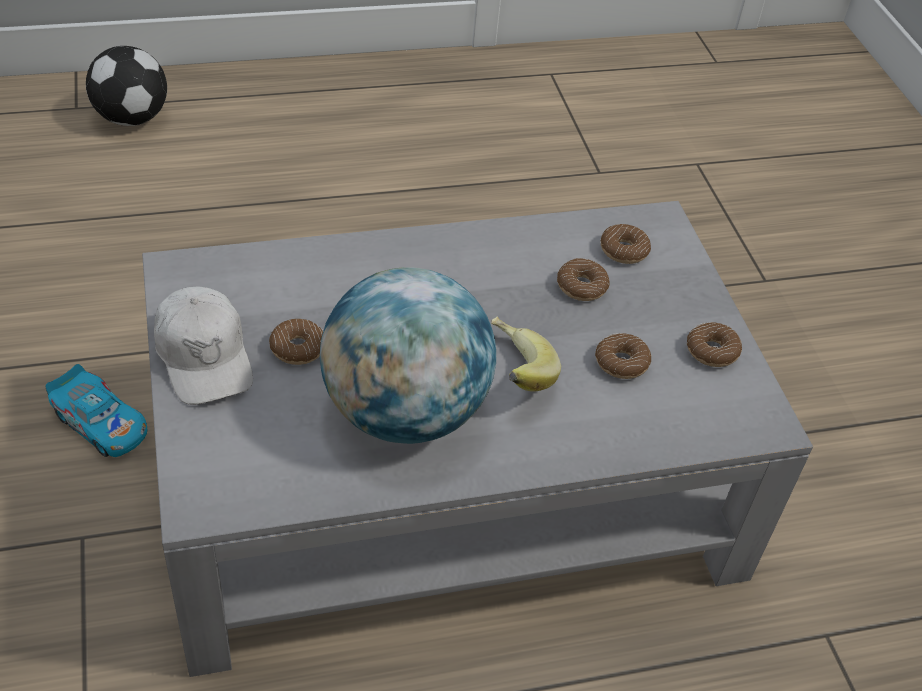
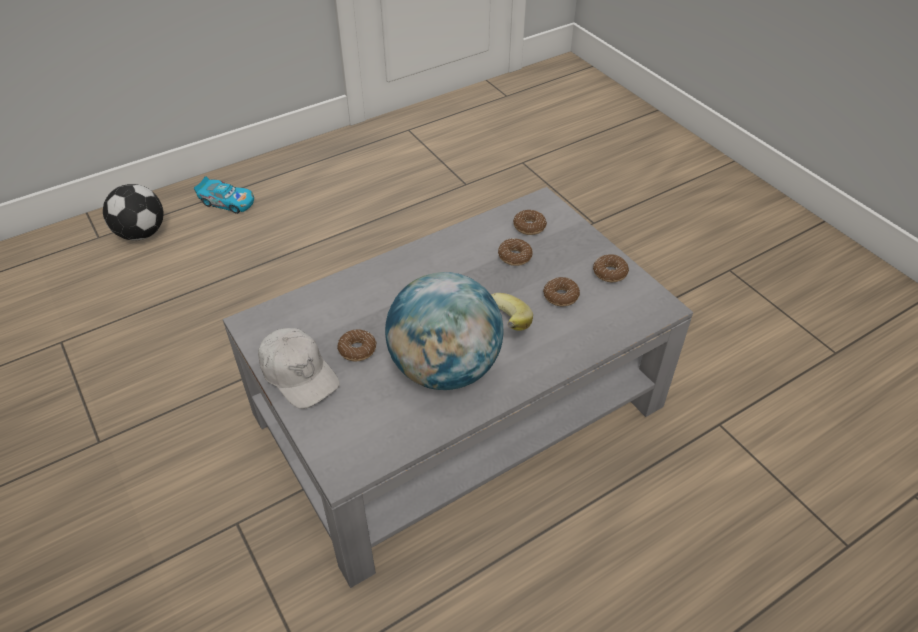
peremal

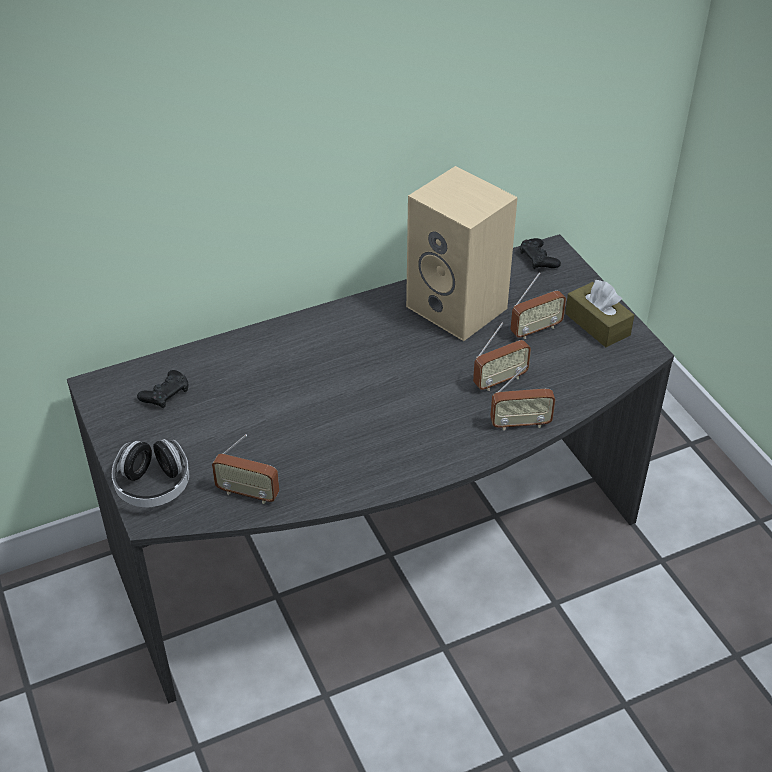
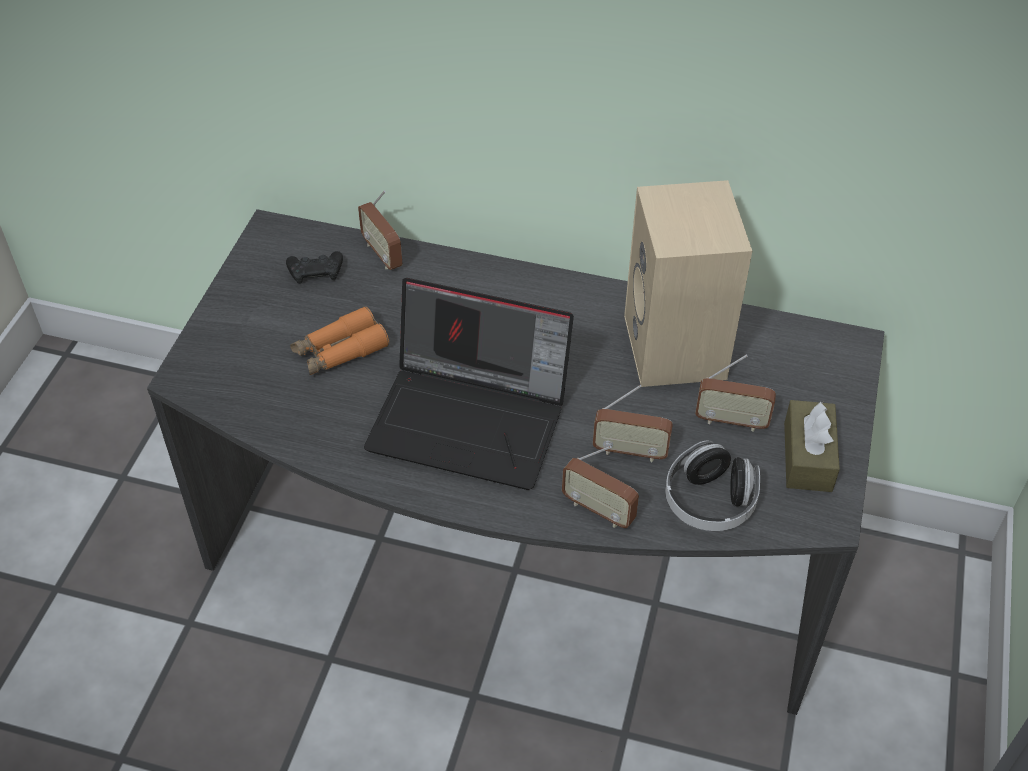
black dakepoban (2nd from left in the first image); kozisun (1st from left); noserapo; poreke; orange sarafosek

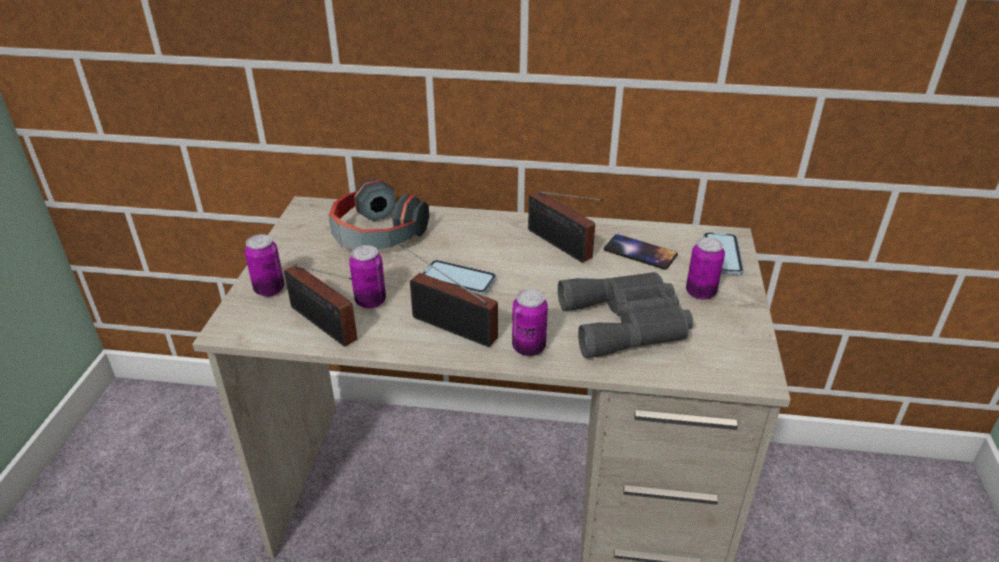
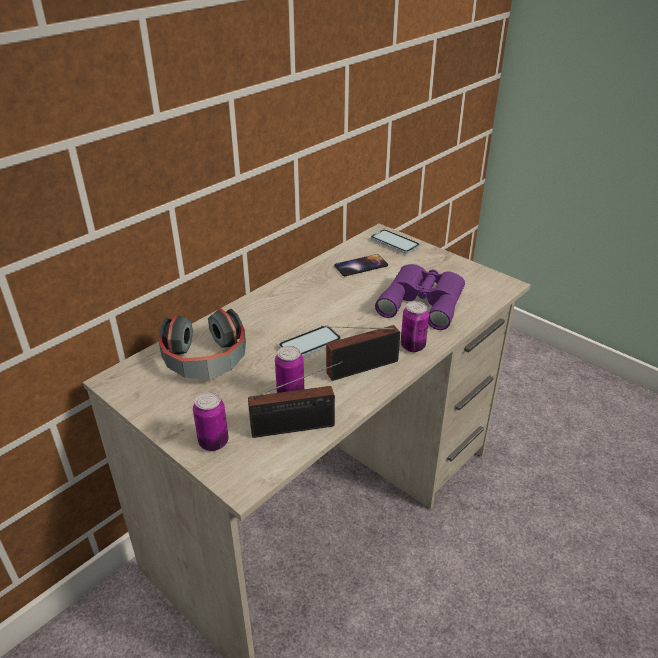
kozisun (3rd from left in the first image); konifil (4th from left in the first image); purple sarafosek

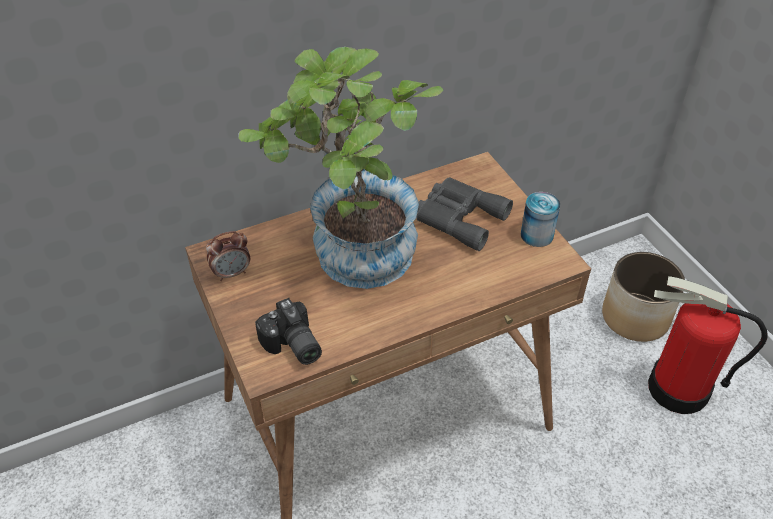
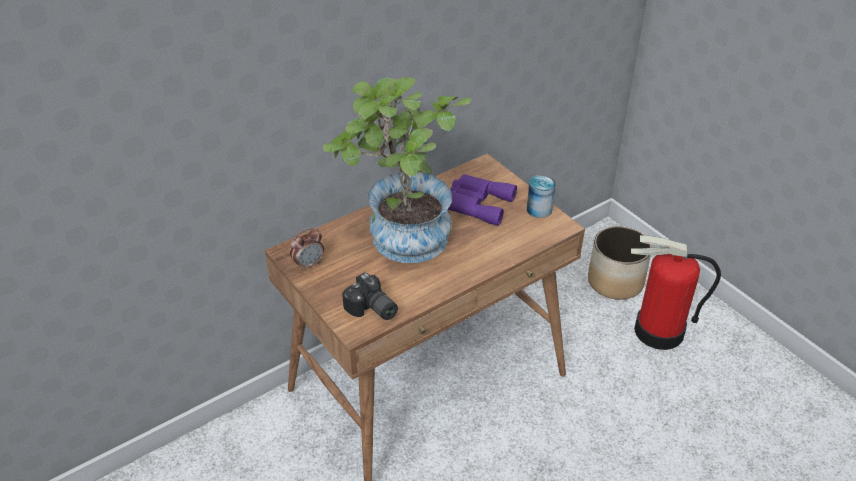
purple sarafosek

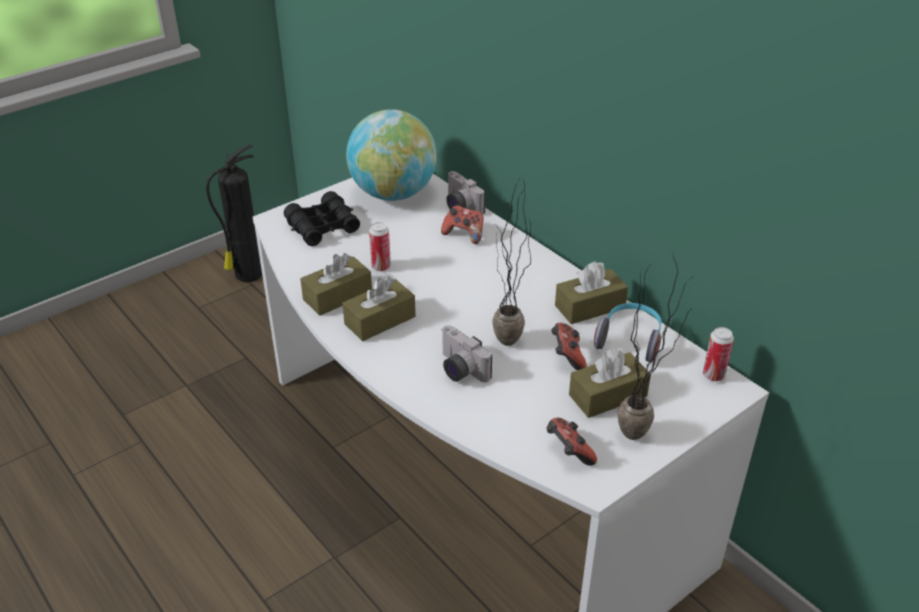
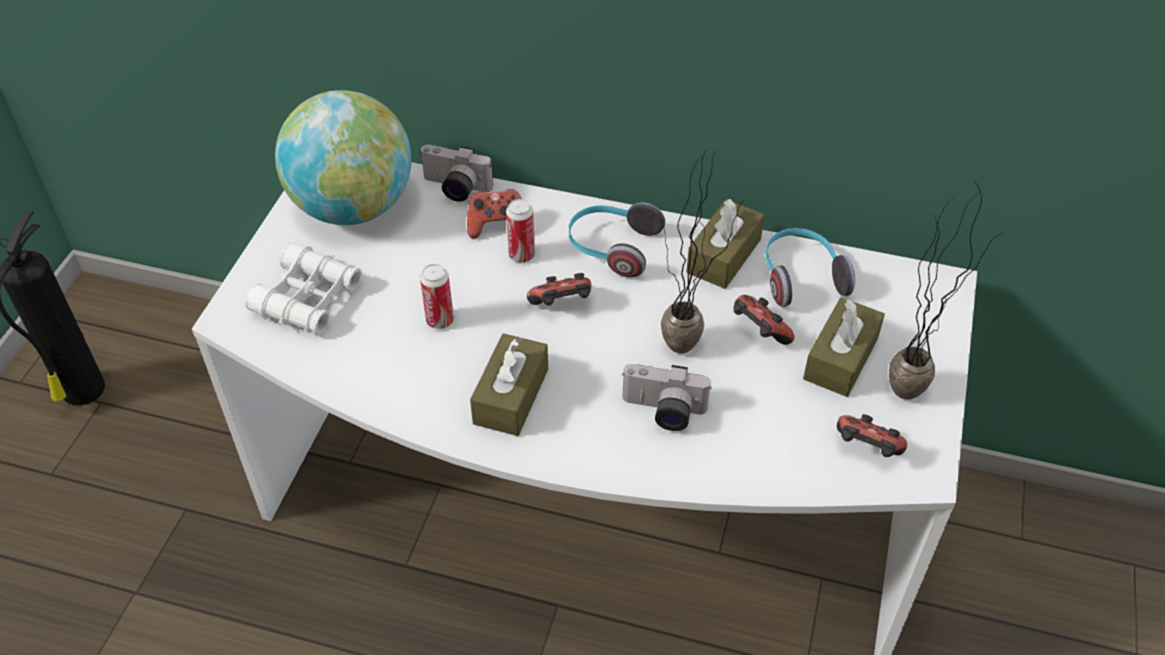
white sarafosek; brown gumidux (1st from left in the first image); konifil (2nd from left); noserapo (1st from left); dakepoban (2nd from left)

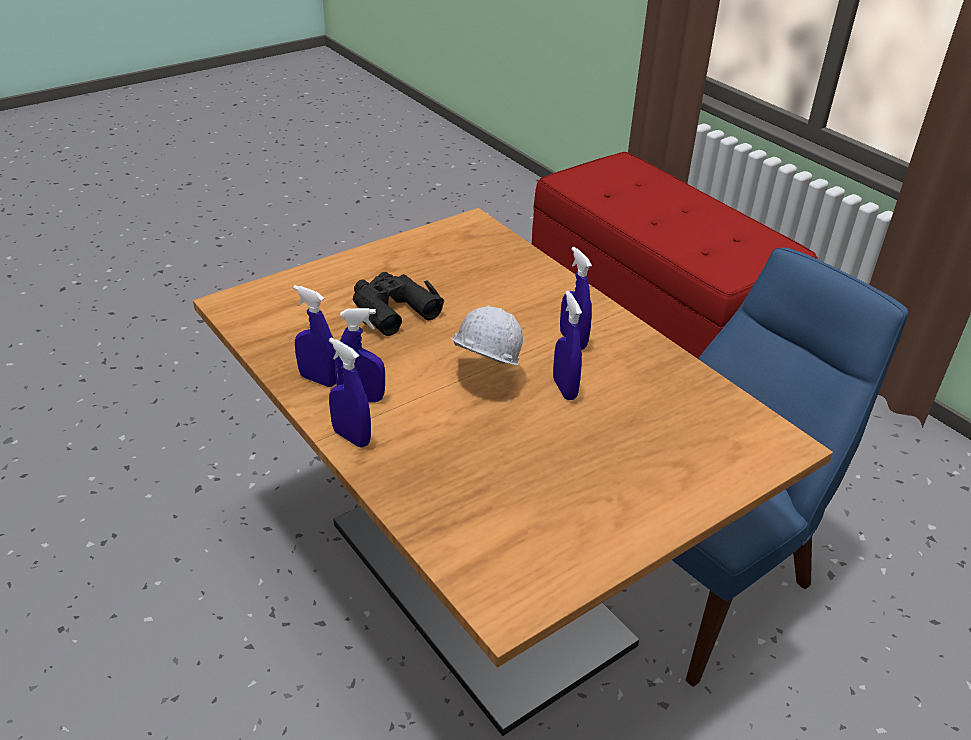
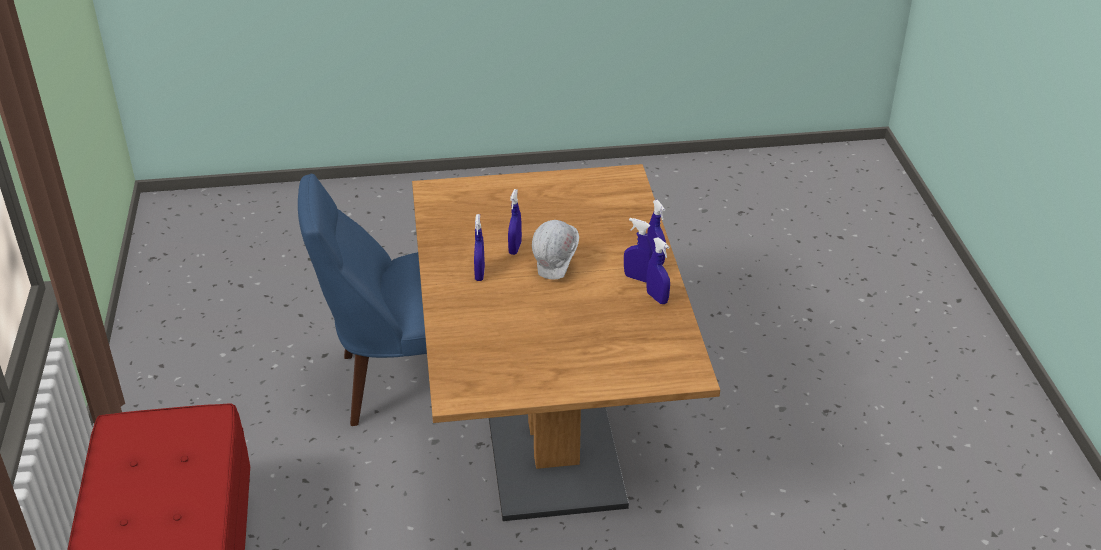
black sarafosek

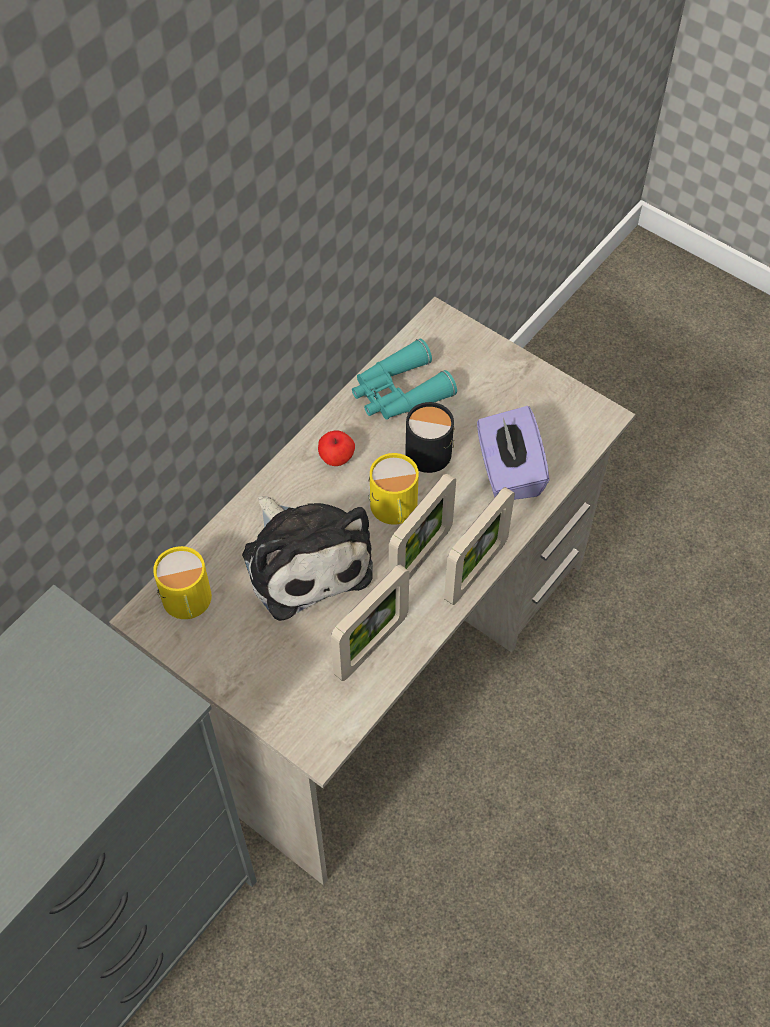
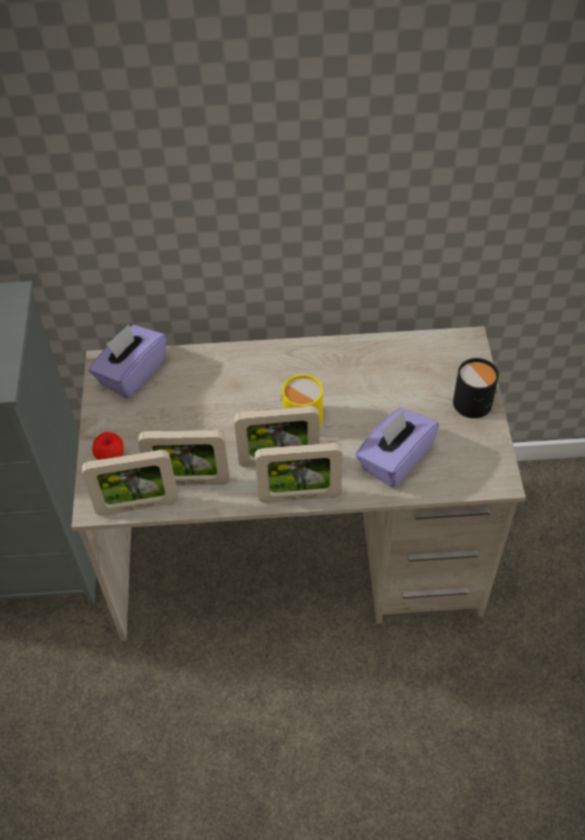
turquoise sarafosek; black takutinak; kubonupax; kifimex; purple gumidux (1st from left); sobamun (1st from left)

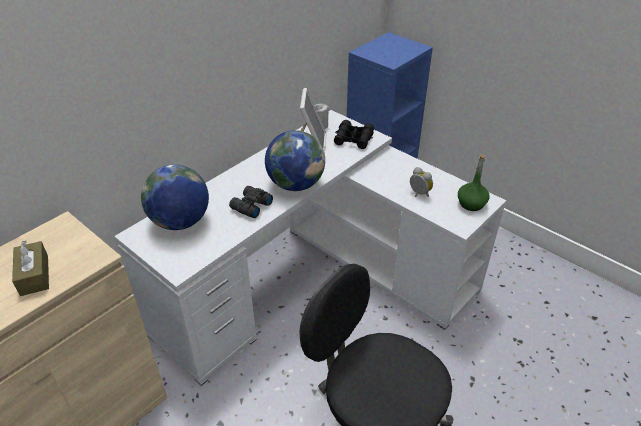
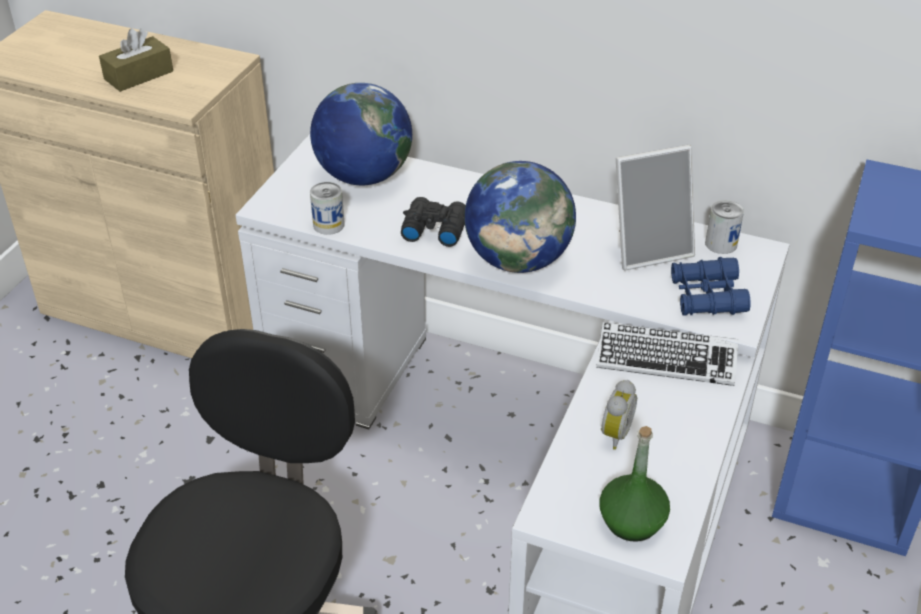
blue sarafosek; konifil (1st from left); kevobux

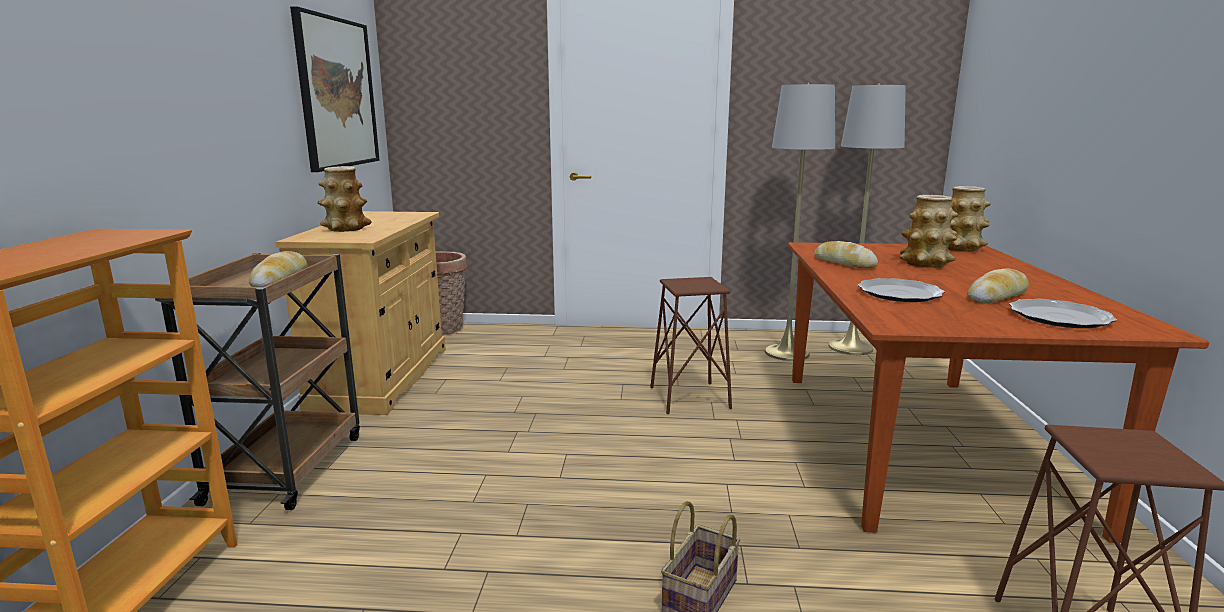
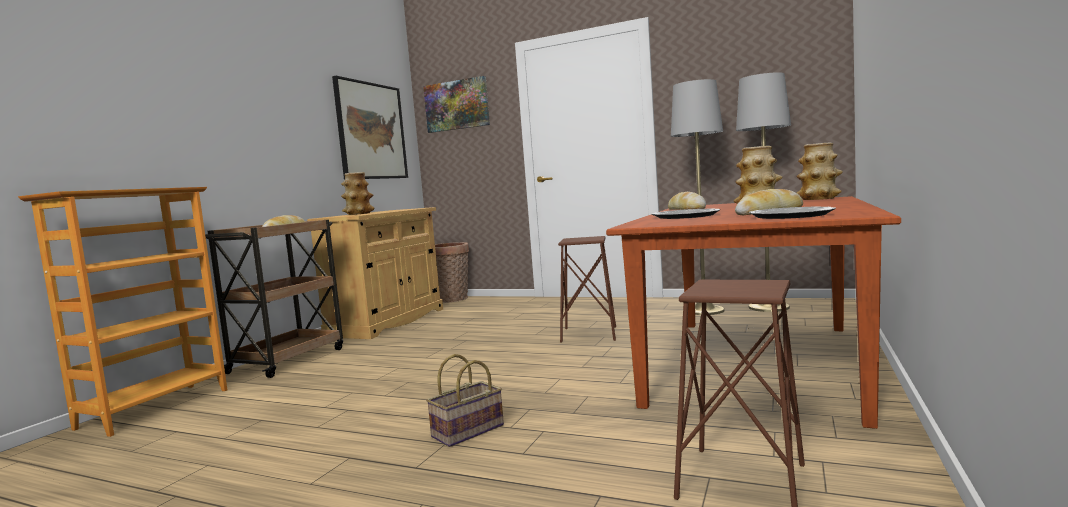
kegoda (2nd from left)

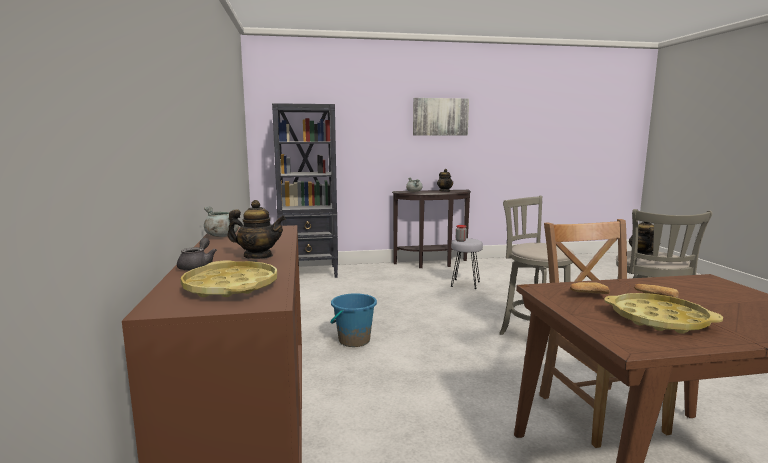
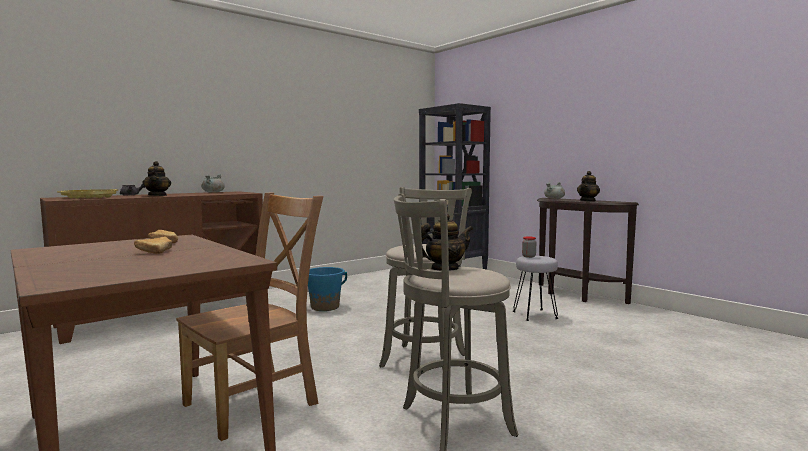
kegoda; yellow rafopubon (2nd from left in the first image)

